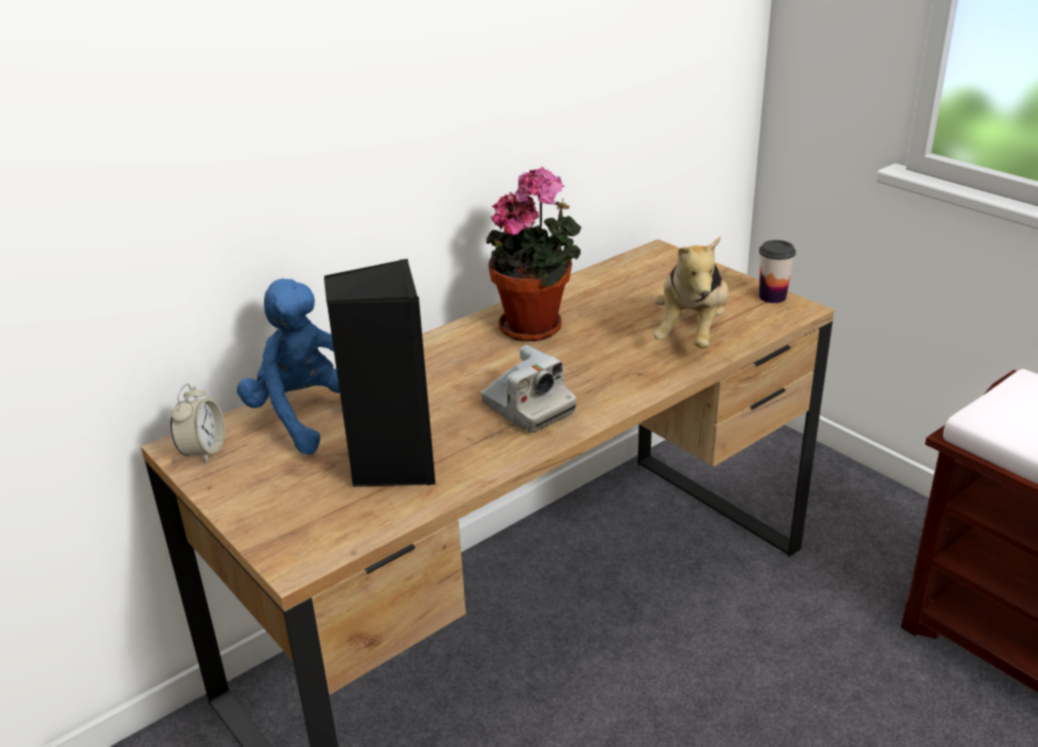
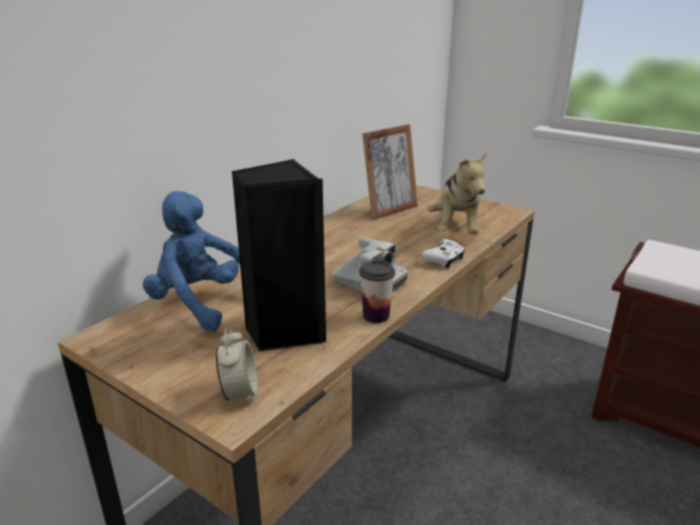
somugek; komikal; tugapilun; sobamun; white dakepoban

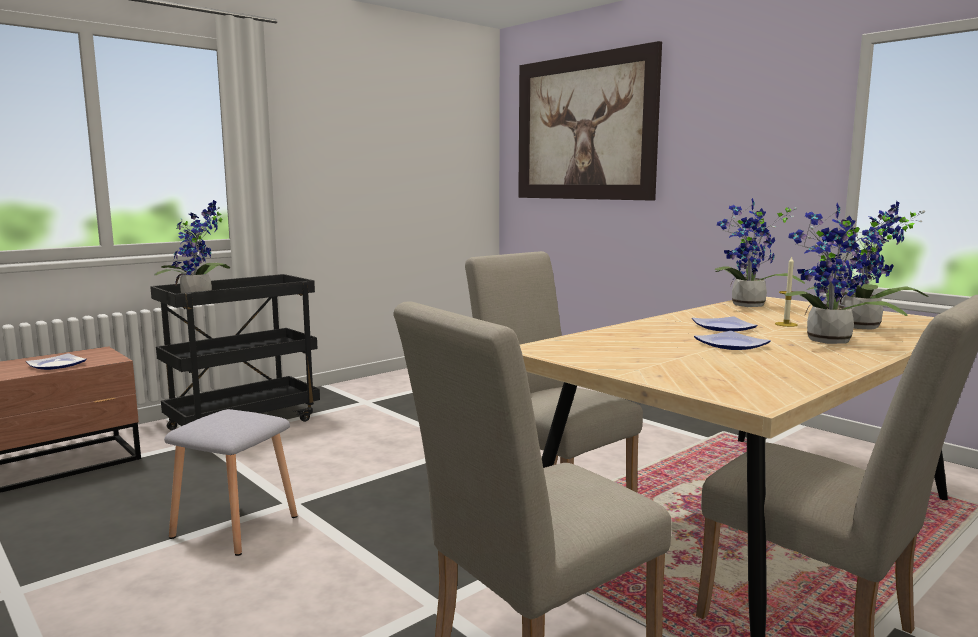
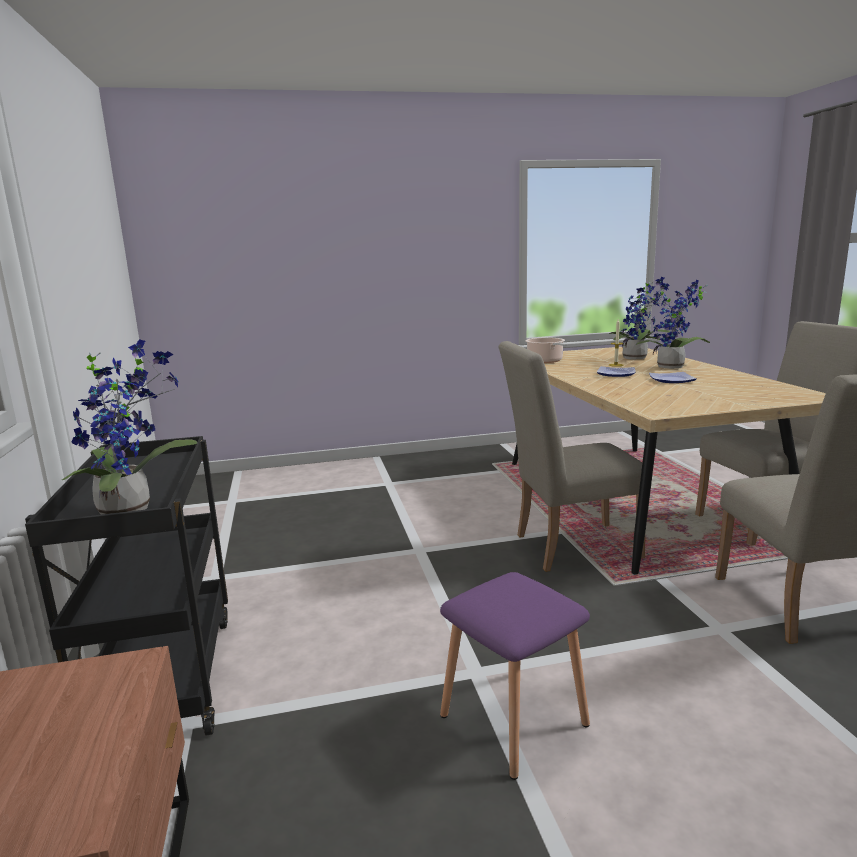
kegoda; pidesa; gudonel (1st from left in the first image); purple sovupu

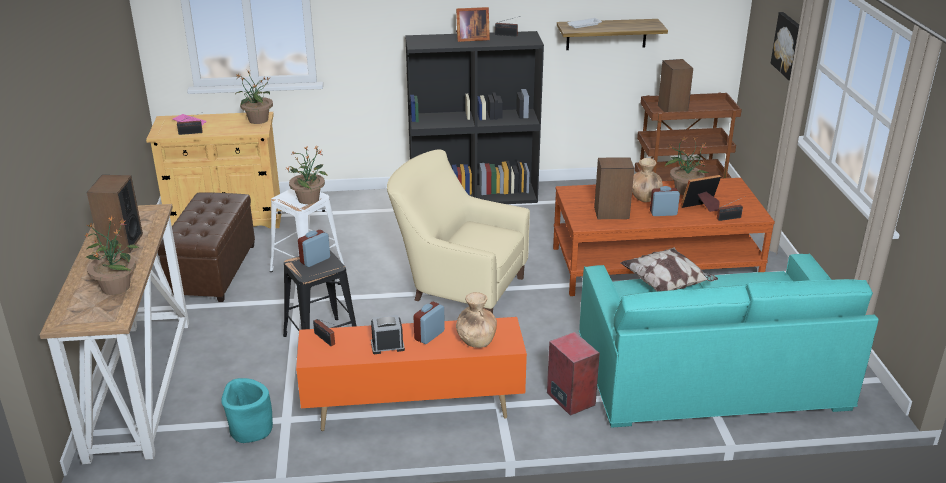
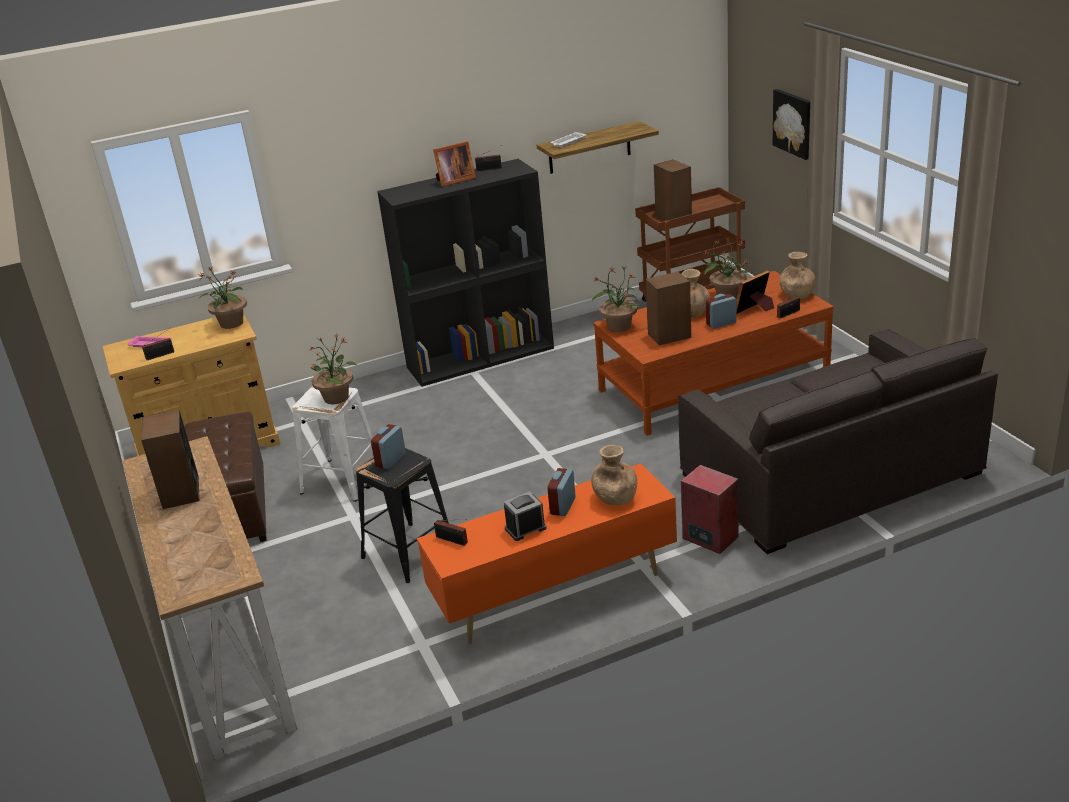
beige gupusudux; somugek (3rd from left); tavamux; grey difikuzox; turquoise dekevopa; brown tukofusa (3rd from left)

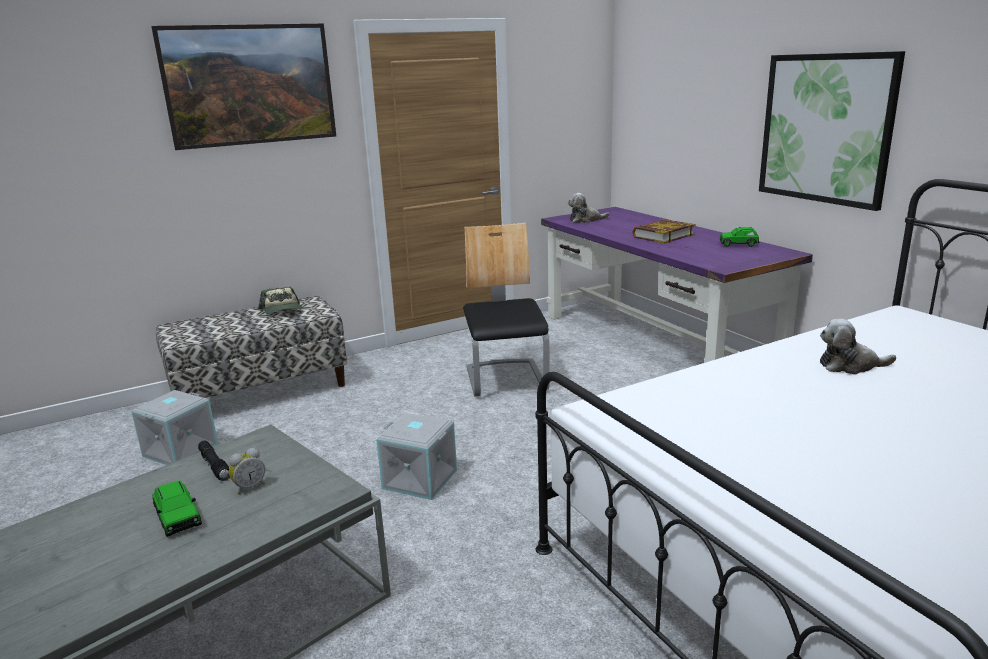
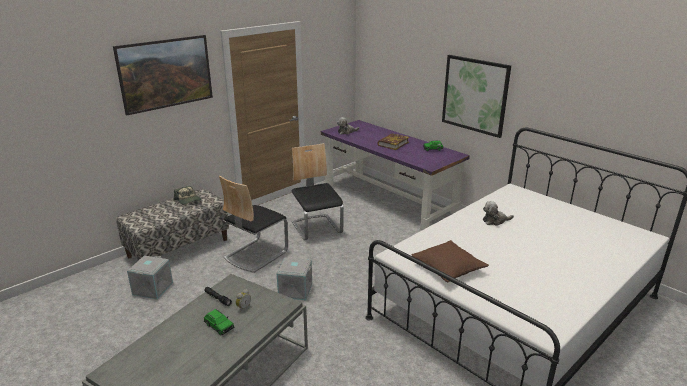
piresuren (1st from left); brown tavamux

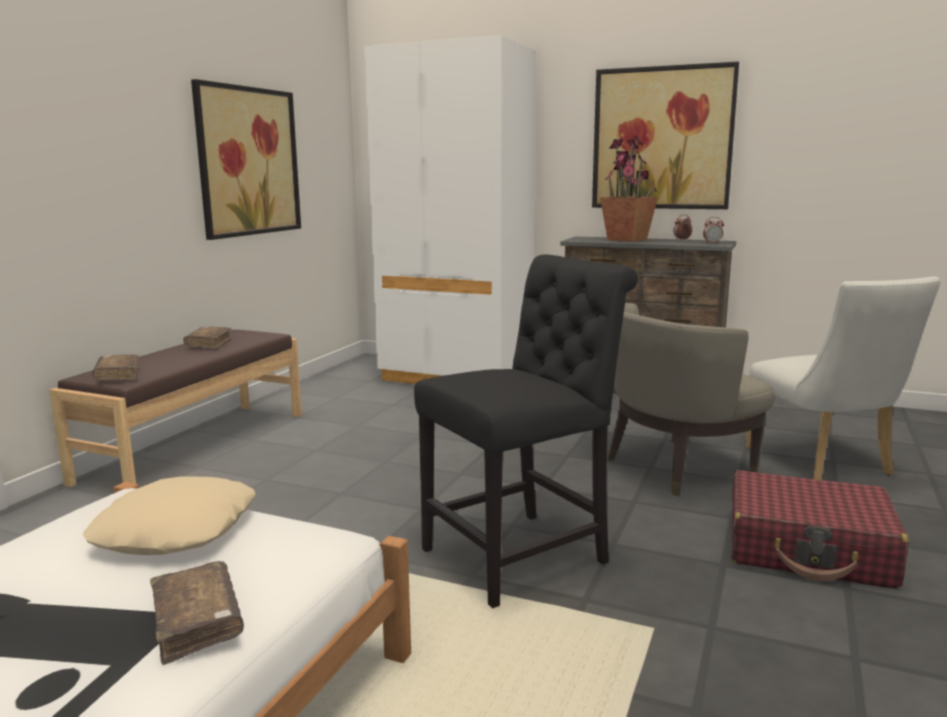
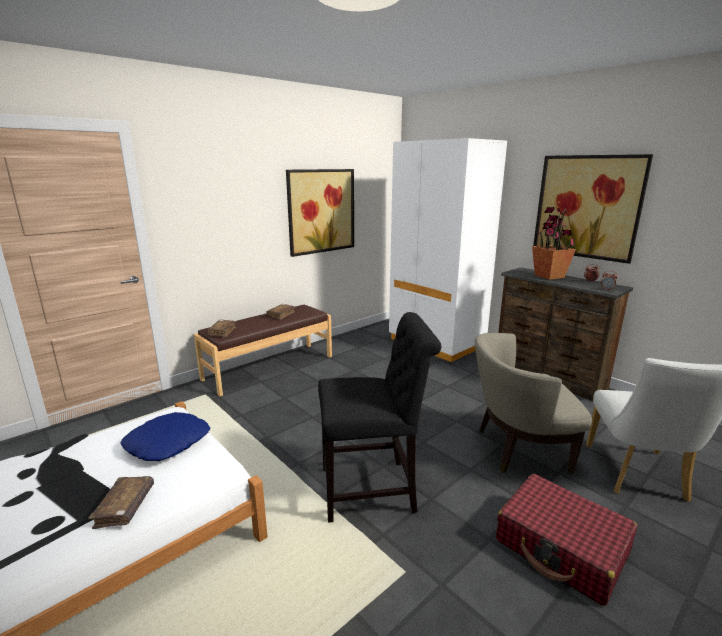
blue tavamux

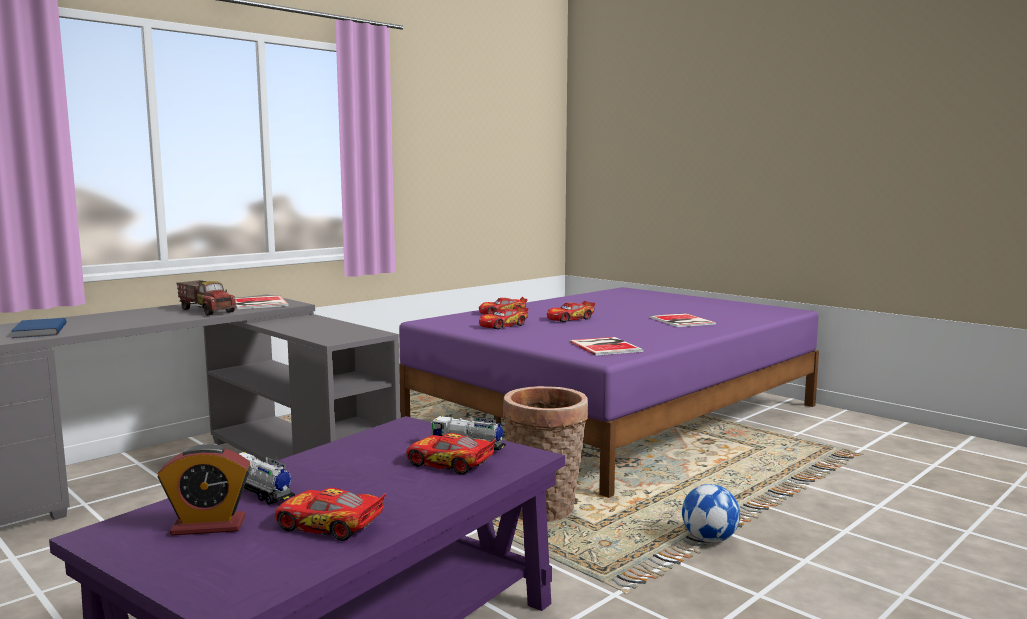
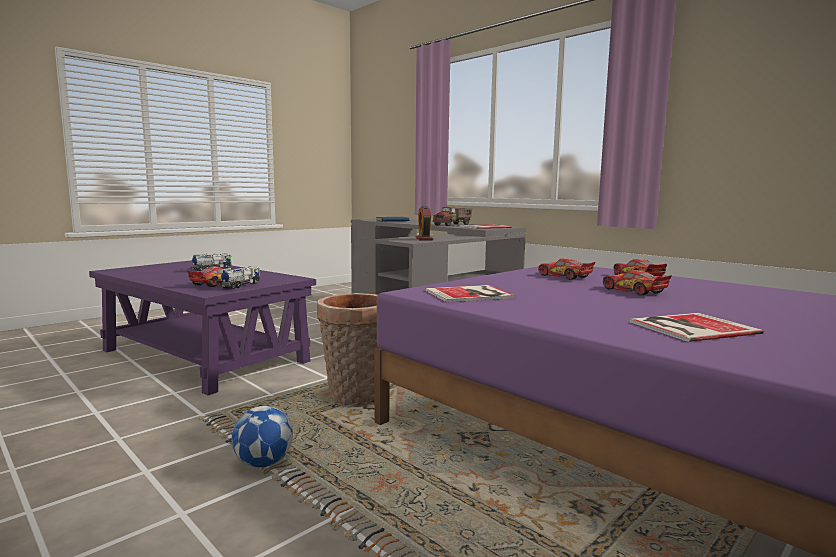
tugapilun; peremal (1st from left in the first image)

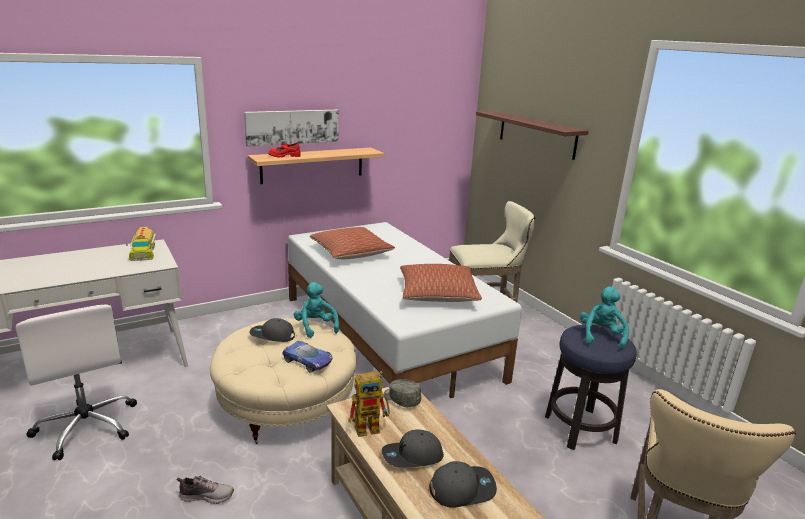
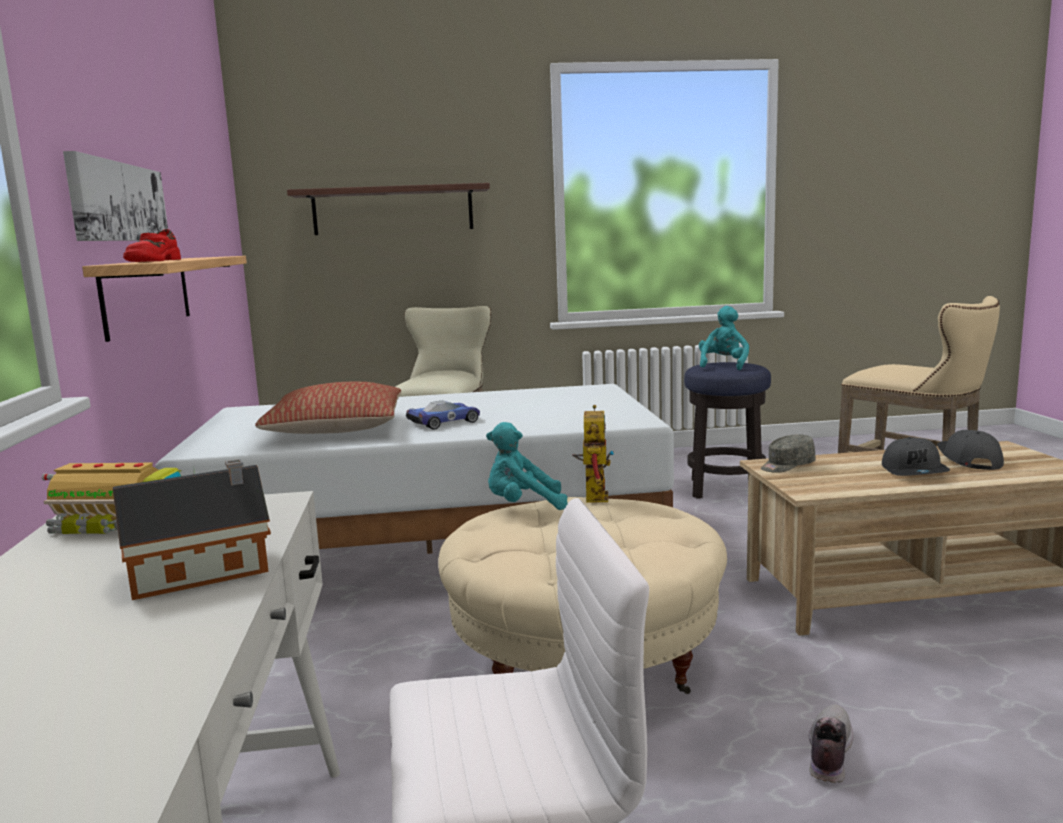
tavamux (2nd from left in the first image); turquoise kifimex (2nd from left); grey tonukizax (1st from left in the first image); peremal; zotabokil; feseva

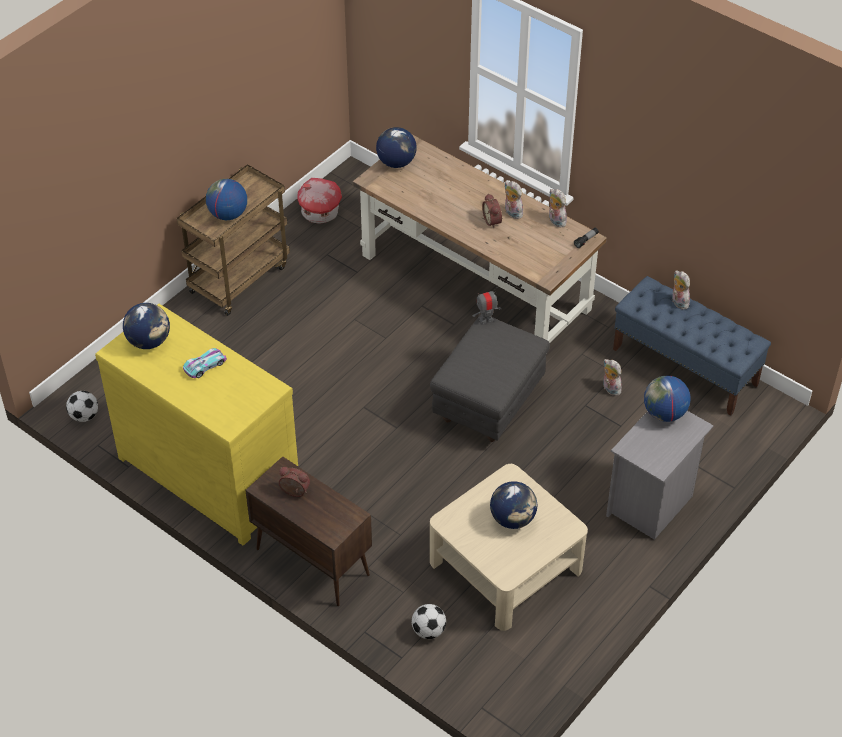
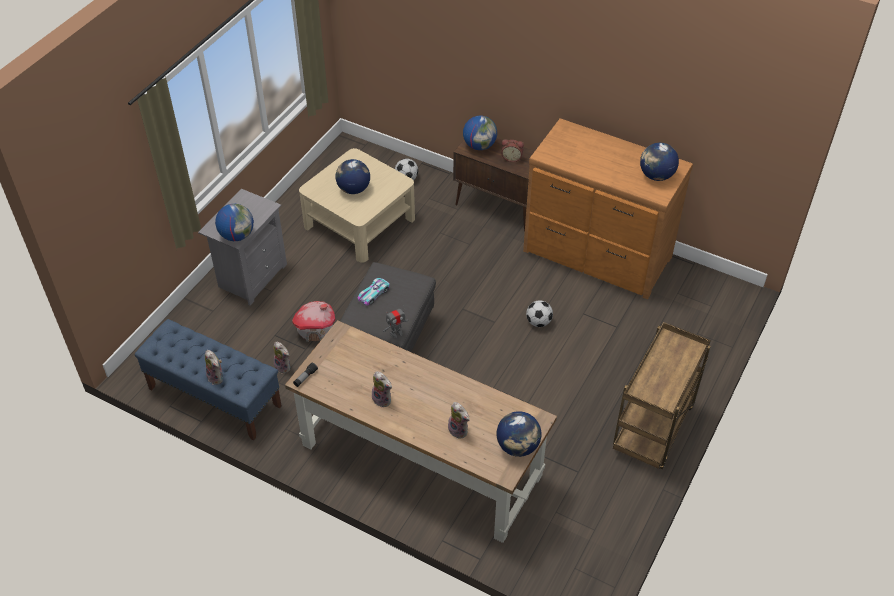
feseva; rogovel (3rd from left); kifimex (4th from left); tugapilun (2nd from left in the first image); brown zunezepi; peremal; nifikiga (2nd from left)

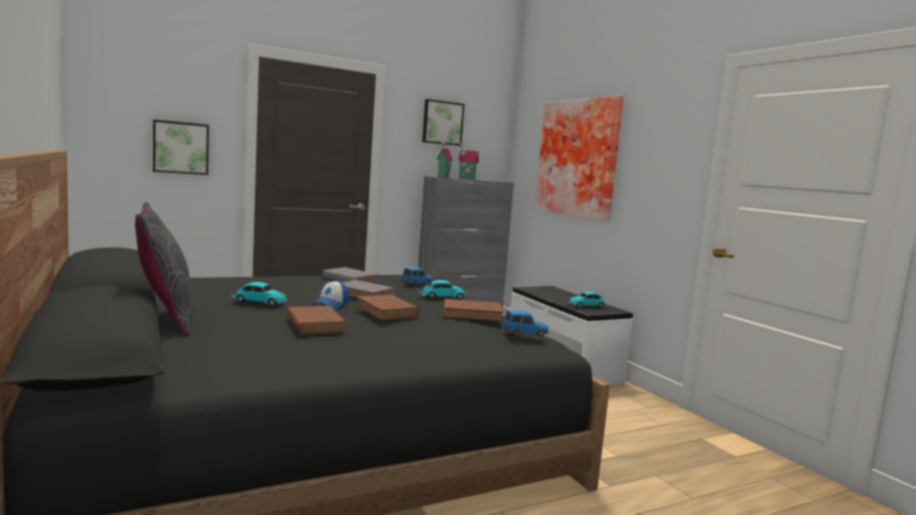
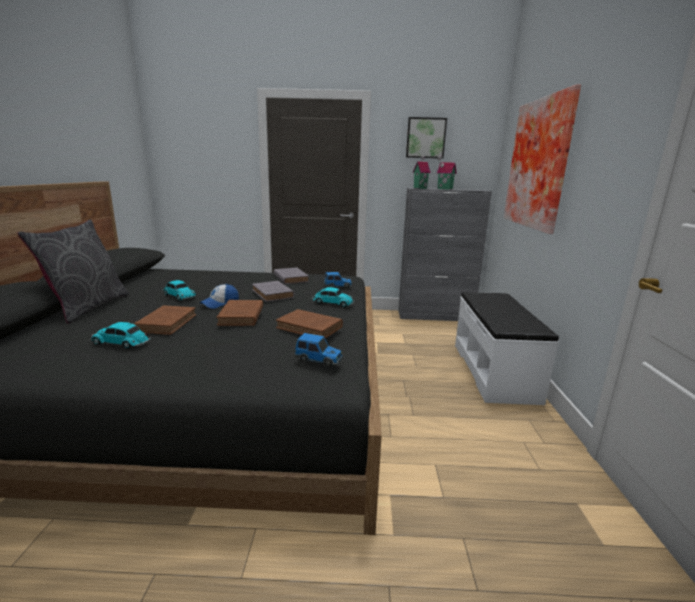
kegoda (1st from left in the first image); peremal (1st from left)

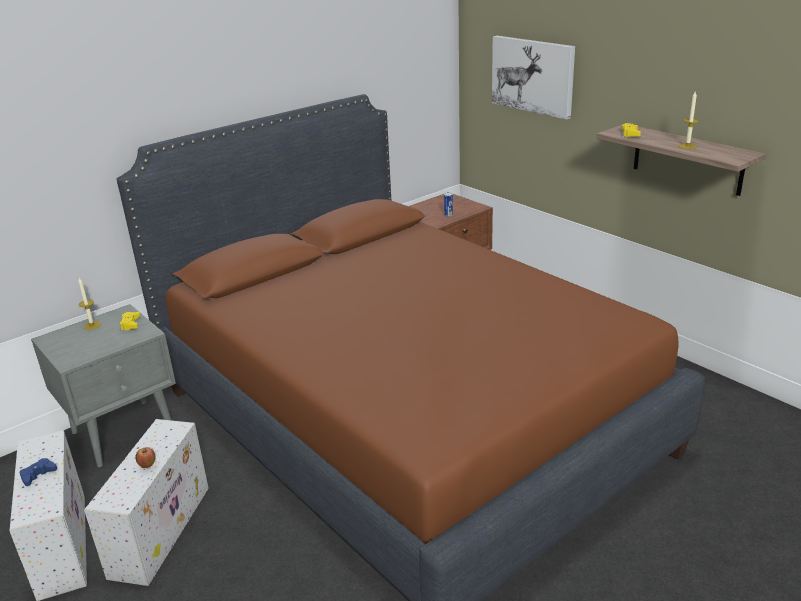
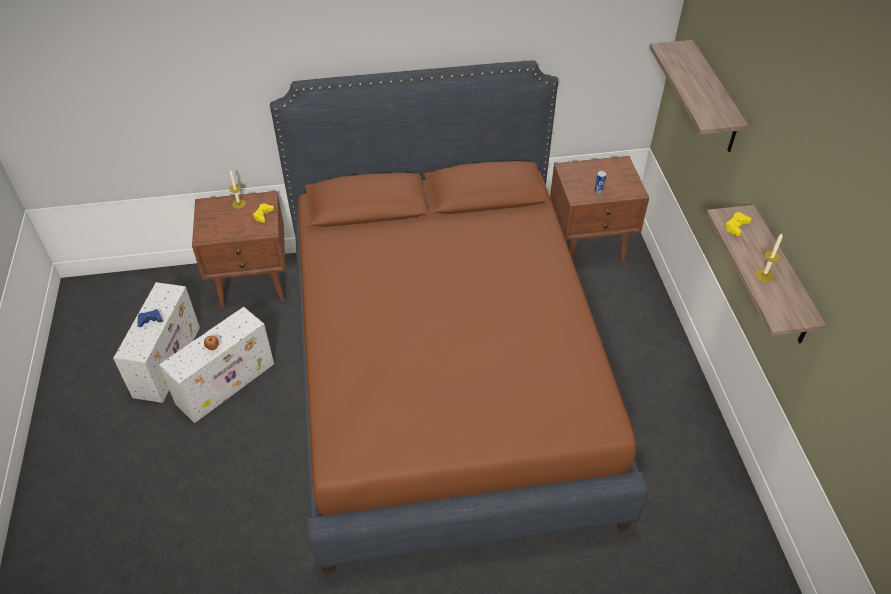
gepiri (1st from left); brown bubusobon (1st from left)

